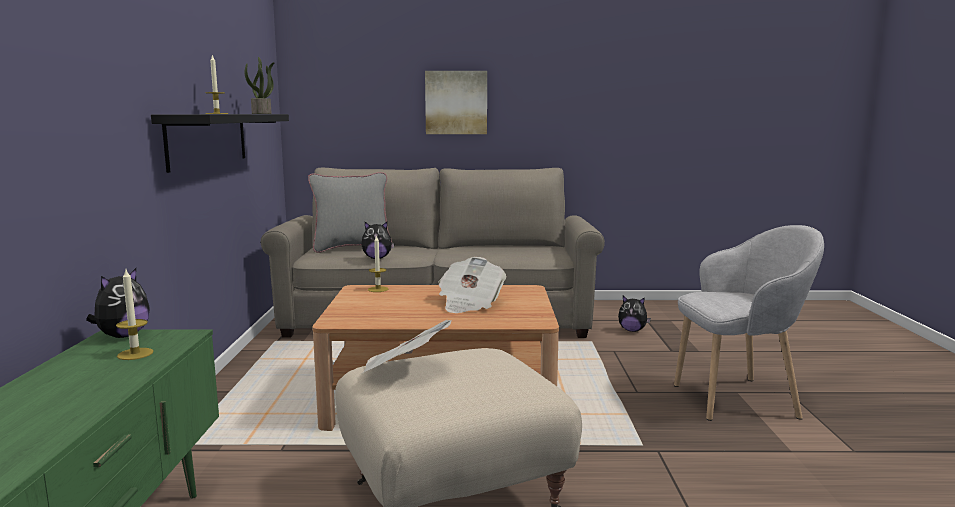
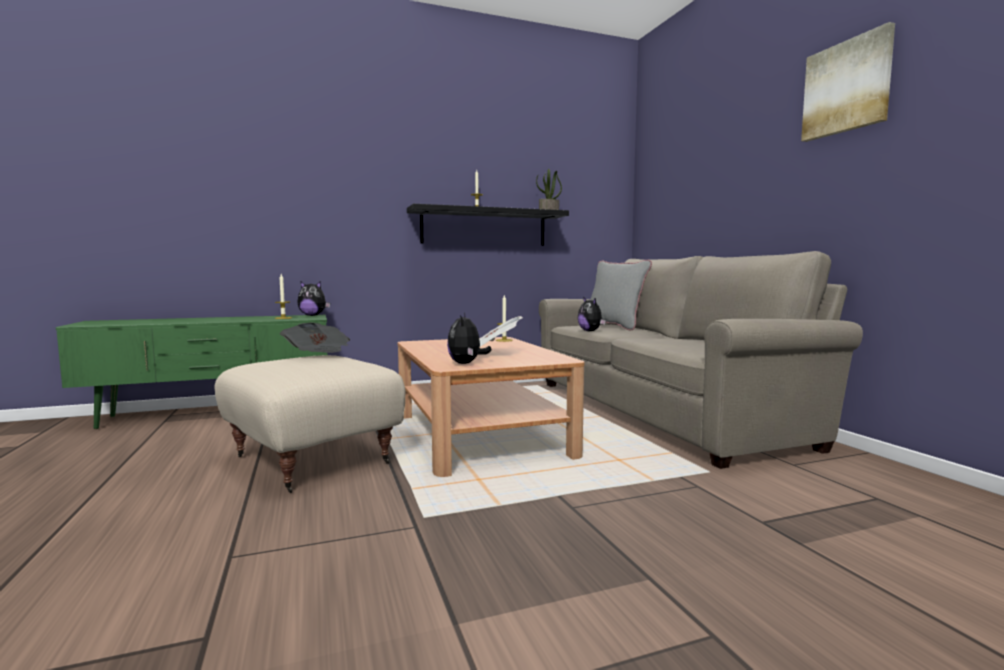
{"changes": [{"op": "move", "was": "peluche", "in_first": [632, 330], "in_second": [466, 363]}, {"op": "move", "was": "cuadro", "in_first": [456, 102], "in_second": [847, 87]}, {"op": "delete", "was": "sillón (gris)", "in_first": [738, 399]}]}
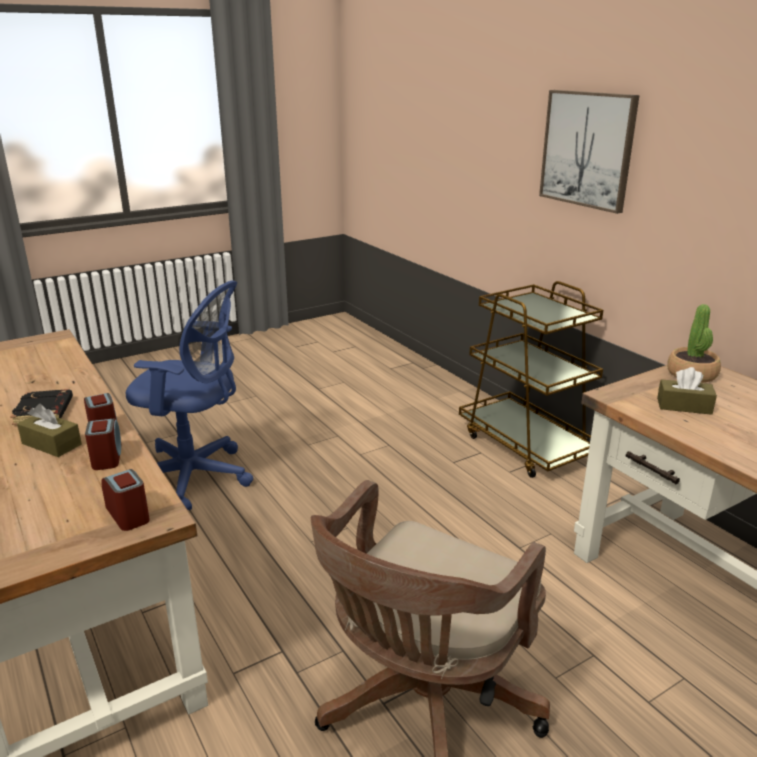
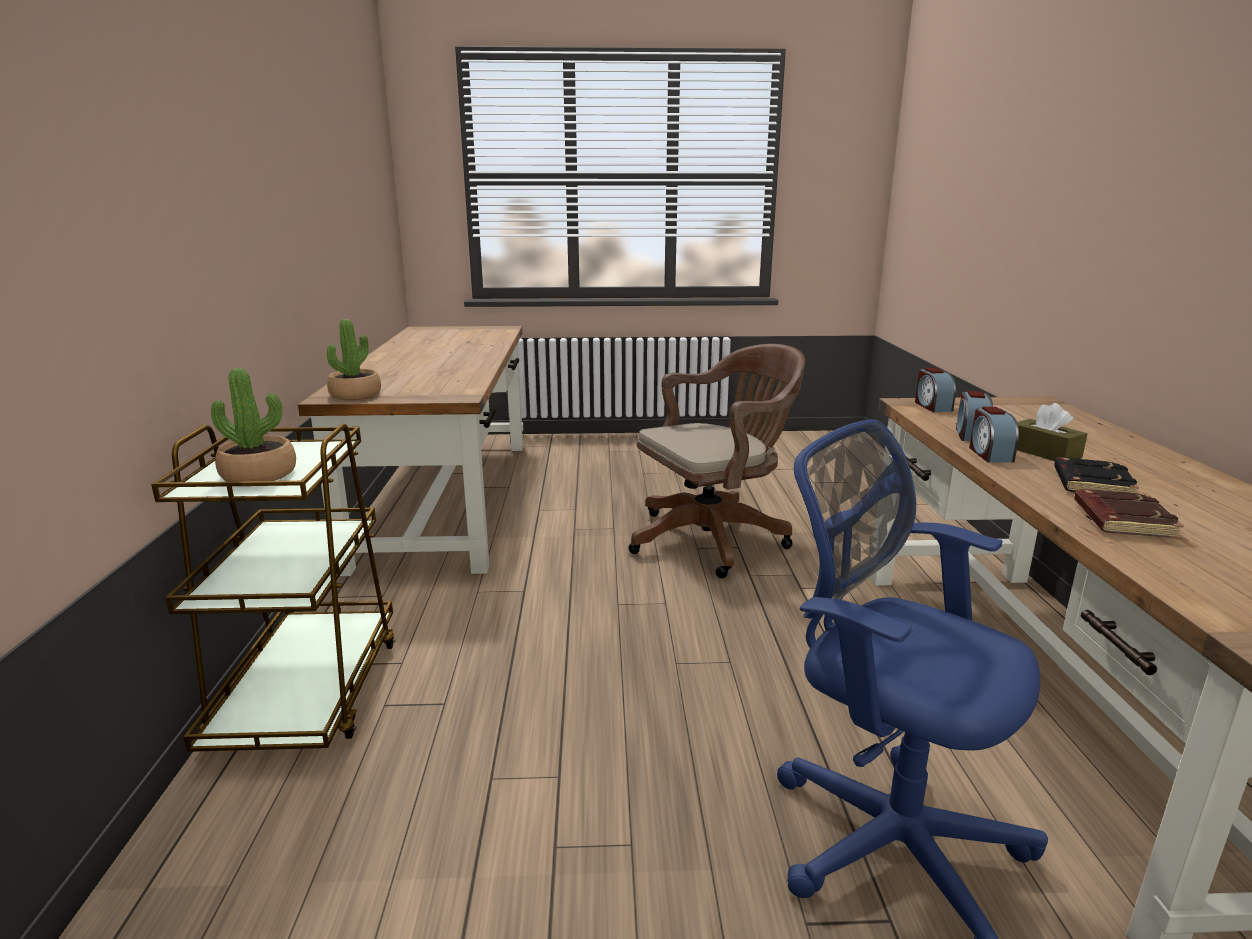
{"changes": [{"op": "insert", "now": "planta en maceta", "in_second": [259, 474]}, {"op": "insert", "now": "libro (marrón)", "in_second": [1121, 520]}, {"op": "delete", "was": "cuadro", "in_first": [587, 149]}, {"op": "delete", "was": "caja de pañuelos (marrón)", "in_first": [684, 406]}]}
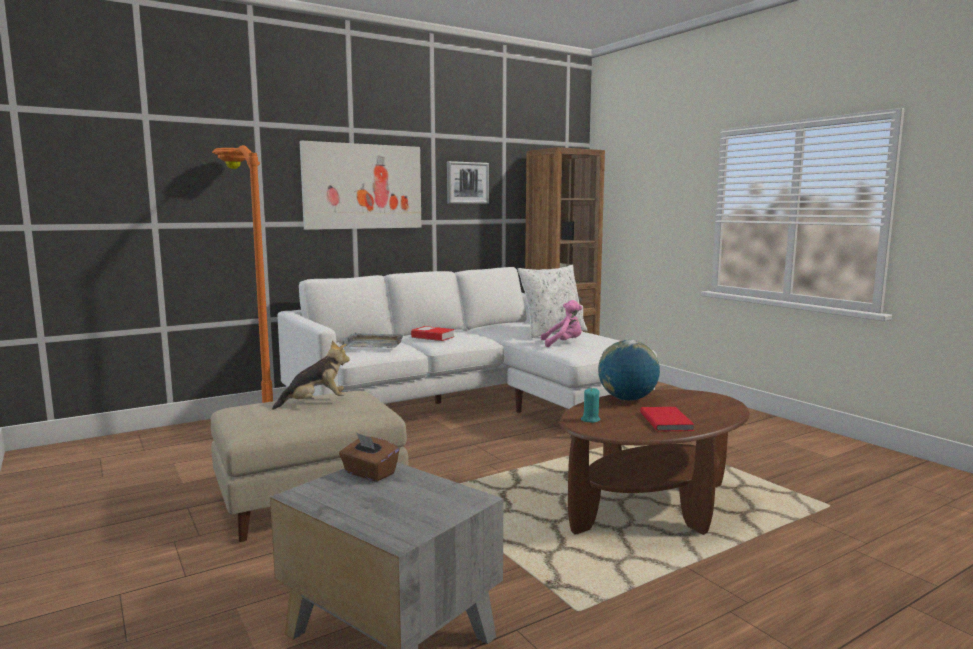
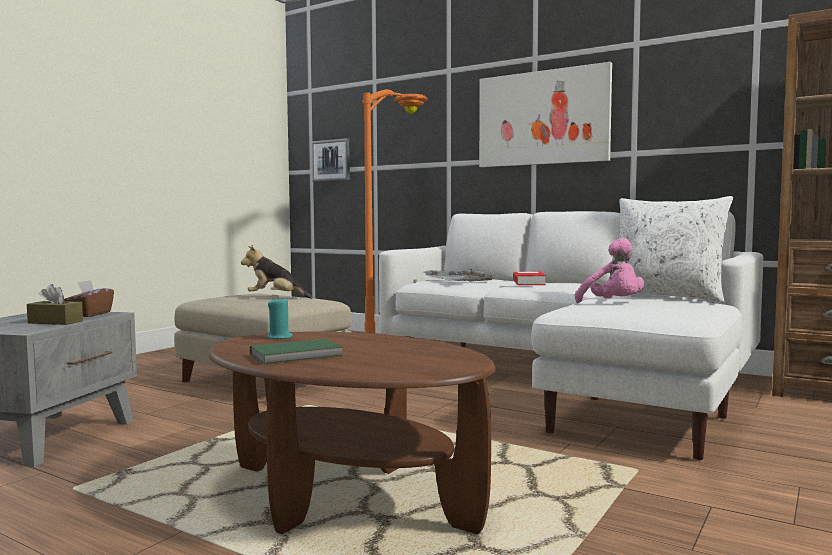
{"changes": [{"op": "insert", "now": "caja de pañuelos (marrón)", "in_second": [55, 322]}, {"op": "rotate", "was": "peluche", "in_first": [315, 403], "in_second": [275, 298], "clockwise": 150}, {"op": "recolor", "was": "libro (rojo)", "now": "libro (verde)", "in_first": [667, 421], "in_second": [298, 355]}, {"op": "move", "was": "cuadro", "in_first": [467, 183], "in_second": [331, 160]}, {"op": "delete", "was": "globo terráqueo", "in_first": [627, 399]}]}
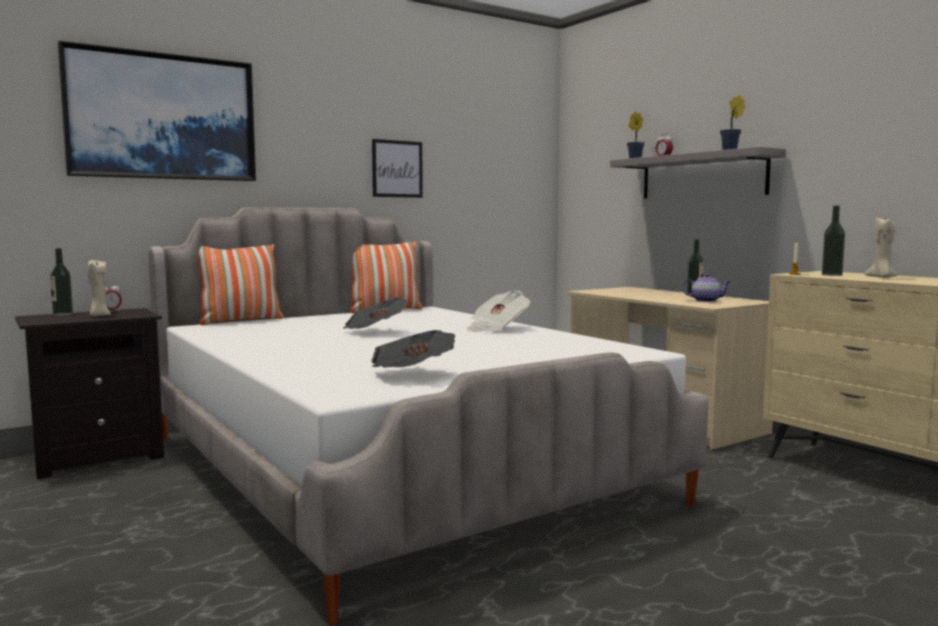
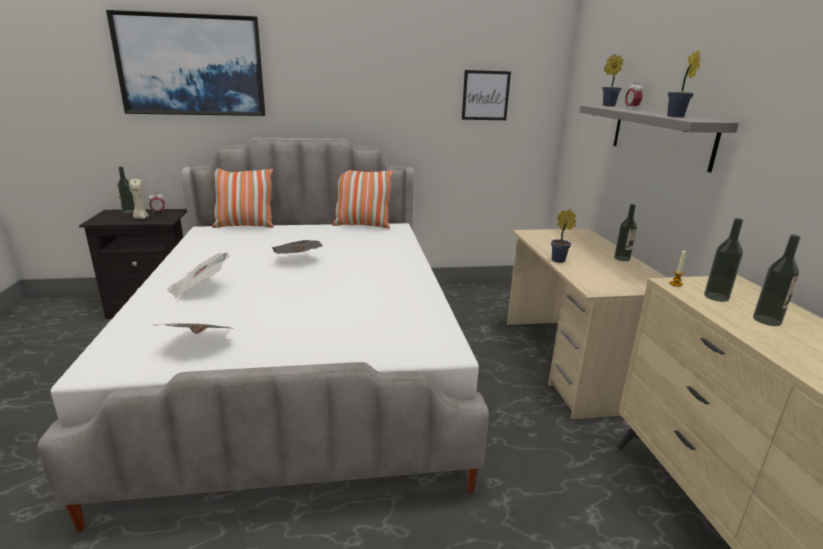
{"changes": [{"op": "move", "was": "periódico", "in_first": [496, 329], "in_second": [199, 289]}, {"op": "move", "was": "cuadro", "in_first": [397, 169], "in_second": [485, 95]}, {"op": "insert", "now": "planta en maceta", "in_second": [560, 260]}, {"op": "replace", "was": "vela (beis)", "now": "botella", "in_first": [881, 277], "in_second": [767, 320]}, {"op": "delete", "was": "tetera", "in_first": [705, 301]}]}
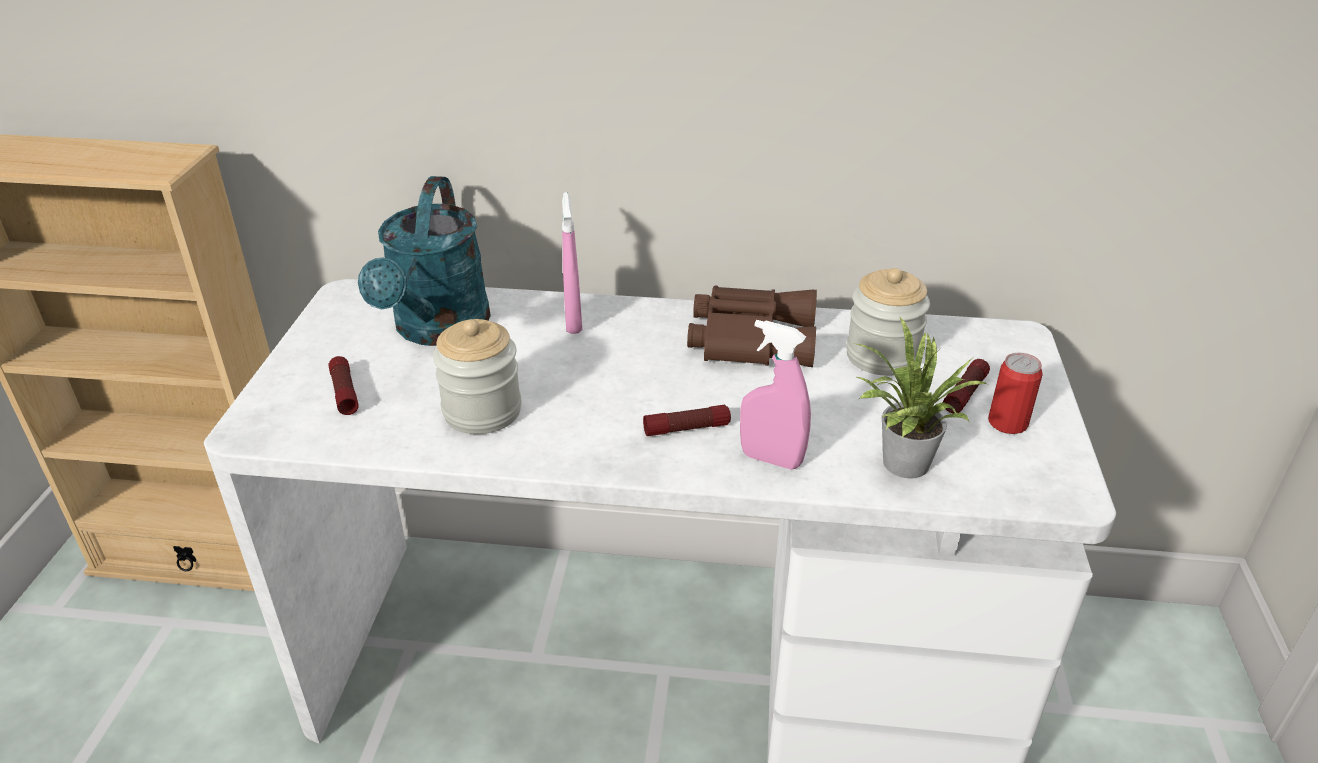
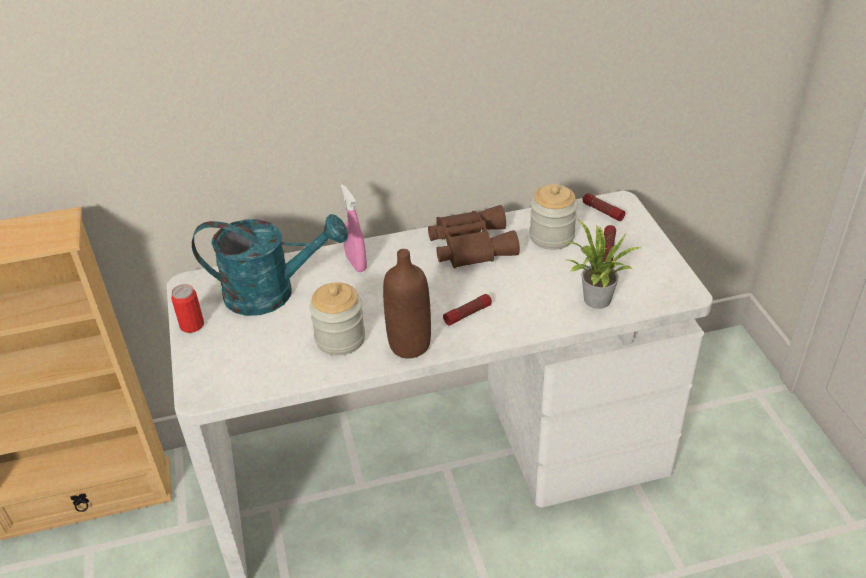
{"changes": [{"op": "move", "was": "lata", "in_first": [1007, 423], "in_second": [192, 325]}, {"op": "rotate", "was": "regadera (turquesa)", "in_first": [437, 330], "in_second": [272, 293], "clockwise": -75}, {"op": "insert", "now": "botella (marrón)", "in_second": [409, 345]}, {"op": "move", "was": "linterna", "in_first": [344, 393], "in_second": [602, 211]}, {"op": "delete", "was": "pulverizador (rosa)", "in_first": [771, 459]}]}
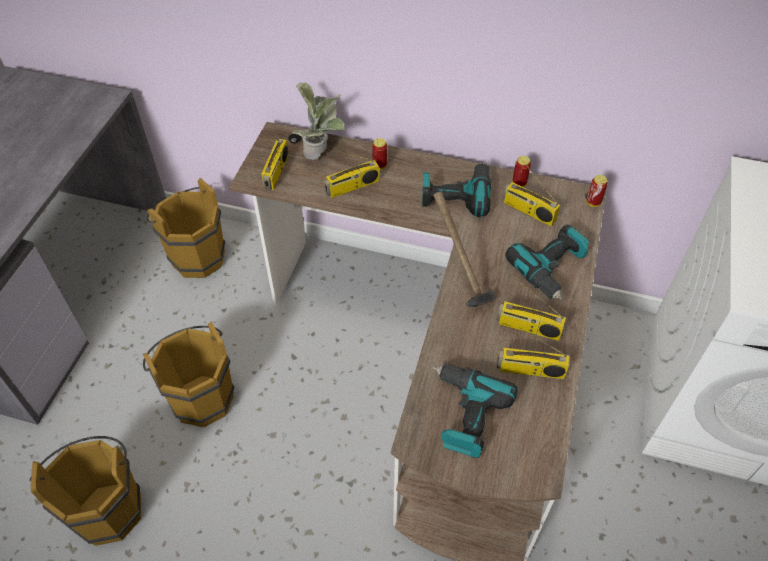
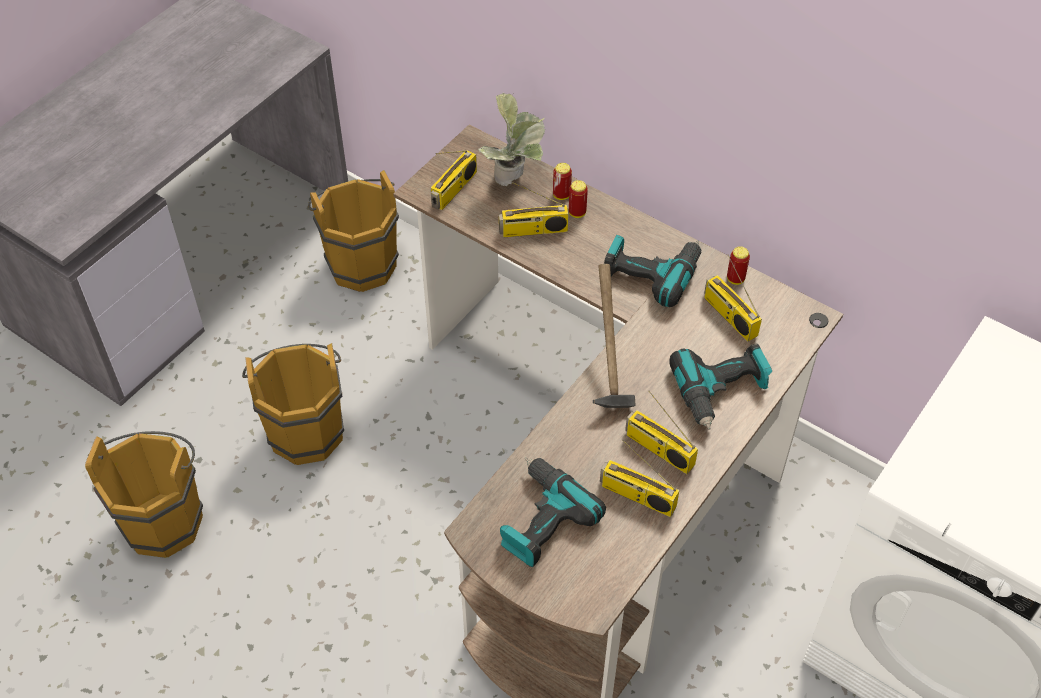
{"changes": [{"op": "move", "was": "lata", "in_first": [593, 202], "in_second": [561, 195]}]}
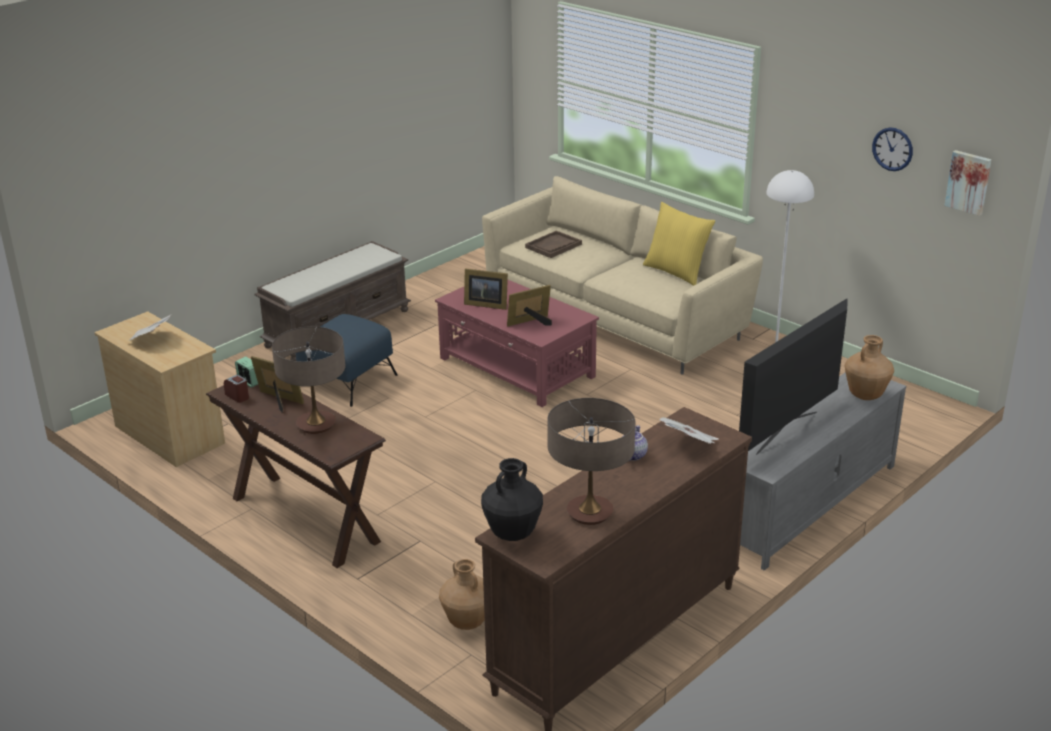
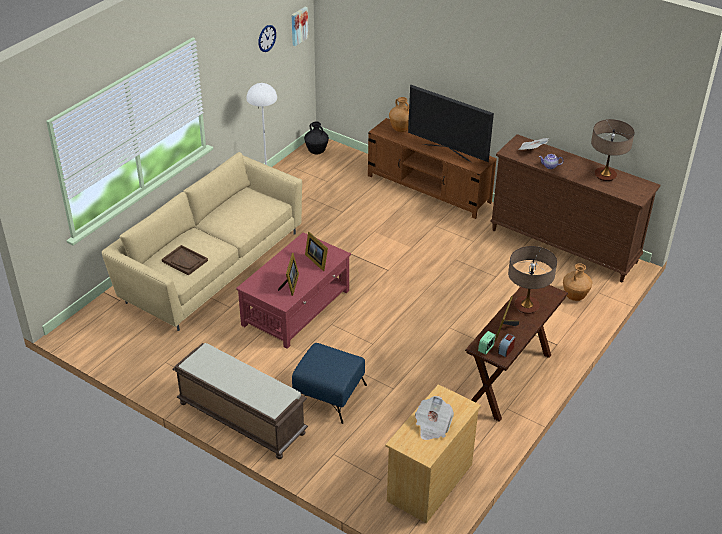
{"changes": [{"op": "move", "was": "florero (negro)", "in_first": [512, 534], "in_second": [317, 152]}, {"op": "recolor", "was": "mueble de televisión (gris)", "now": "mueble de televisión (marrón)", "in_first": [806, 504], "in_second": [429, 189]}, {"op": "delete", "was": "cojín (amarillo)", "in_first": [676, 272]}]}
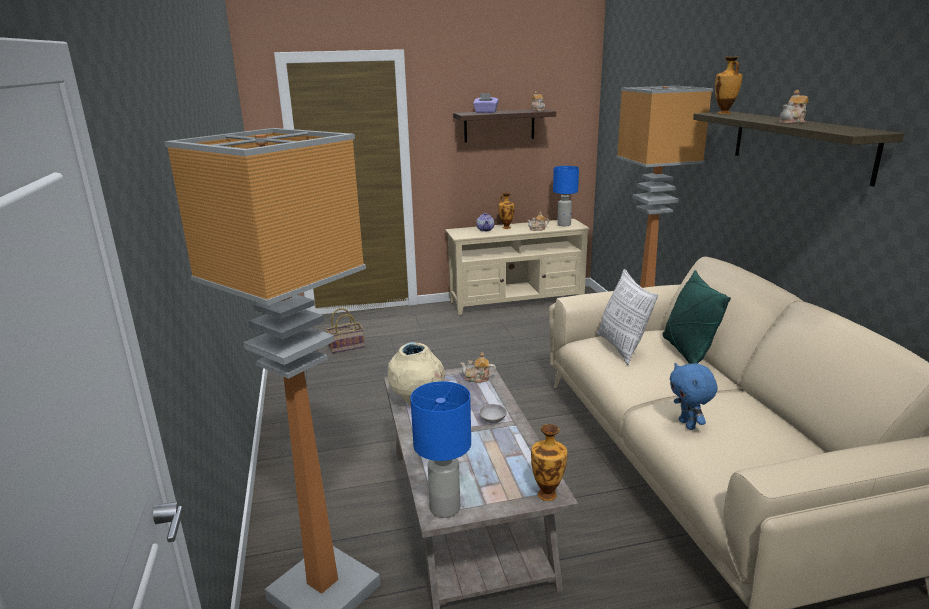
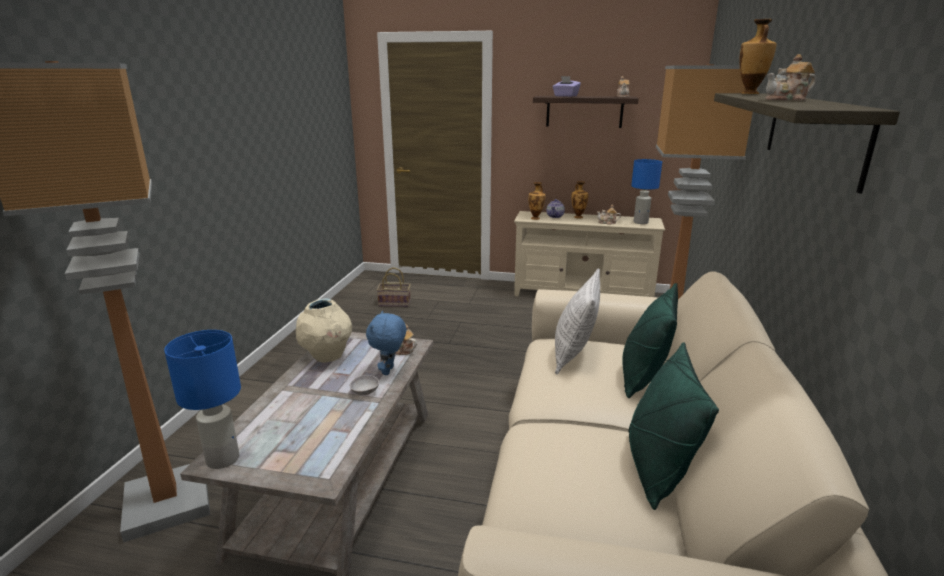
{"changes": [{"op": "move", "was": "peluche (azul)", "in_first": [688, 425], "in_second": [389, 371]}, {"op": "move", "was": "florero", "in_first": [547, 493], "in_second": [536, 218]}, {"op": "insert", "now": "cojín (verde)", "in_second": [656, 468]}]}
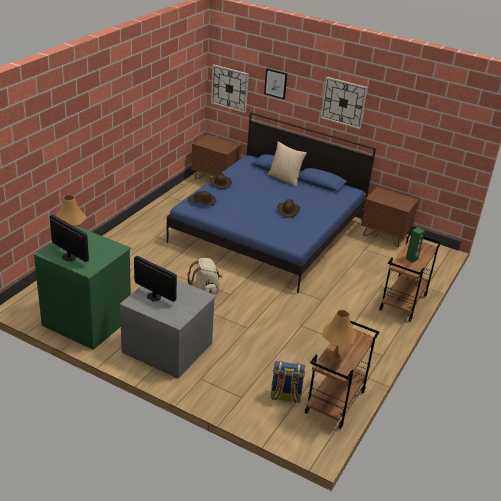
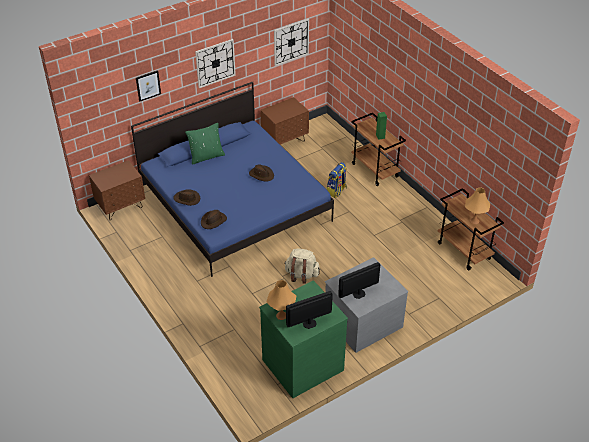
{"changes": [{"op": "recolor", "was": "cojín (beis)", "now": "cojín (verde)", "in_first": [285, 179], "in_second": [206, 156]}, {"op": "move", "was": "reloj de pared", "in_first": [229, 88], "in_second": [291, 42]}, {"op": "move", "was": "mochila", "in_first": [285, 397], "in_second": [336, 191]}]}
